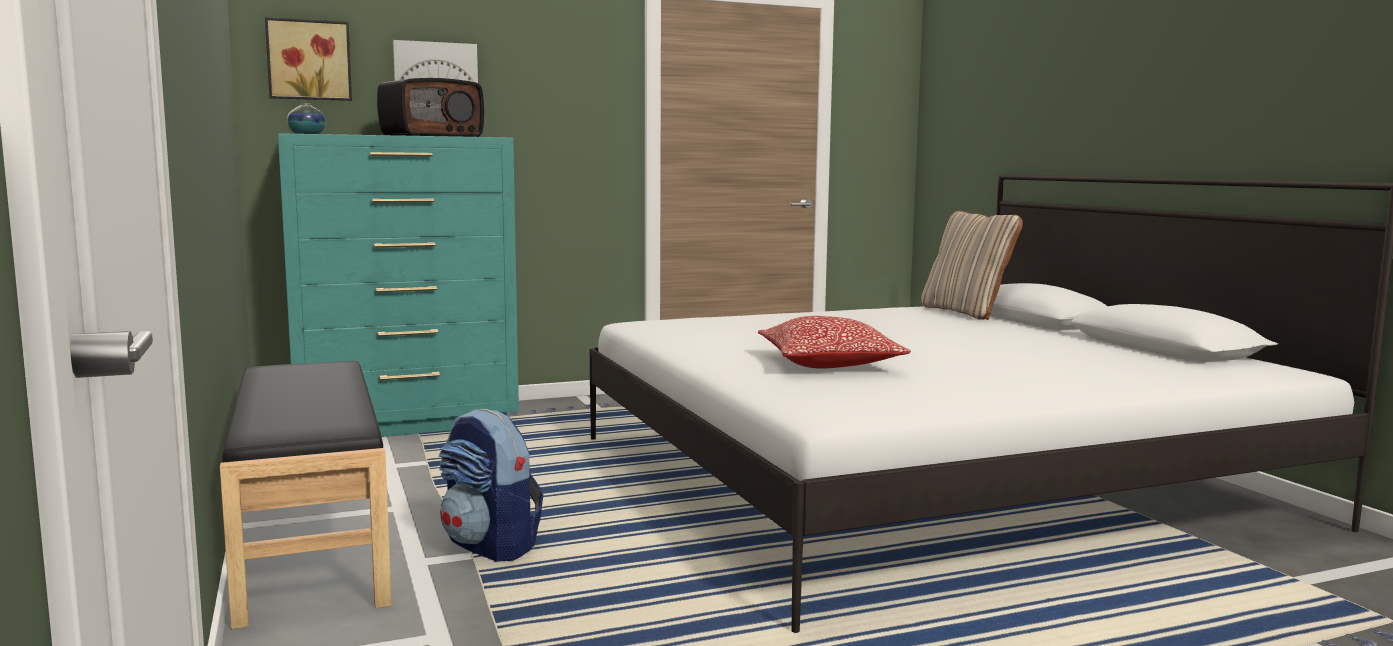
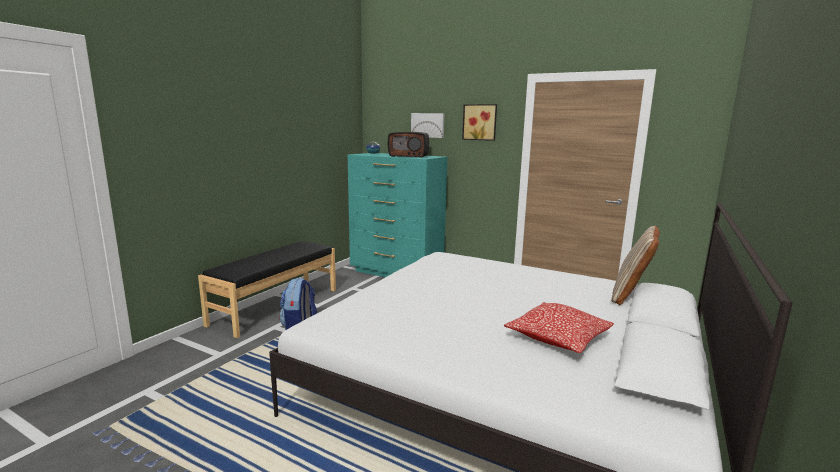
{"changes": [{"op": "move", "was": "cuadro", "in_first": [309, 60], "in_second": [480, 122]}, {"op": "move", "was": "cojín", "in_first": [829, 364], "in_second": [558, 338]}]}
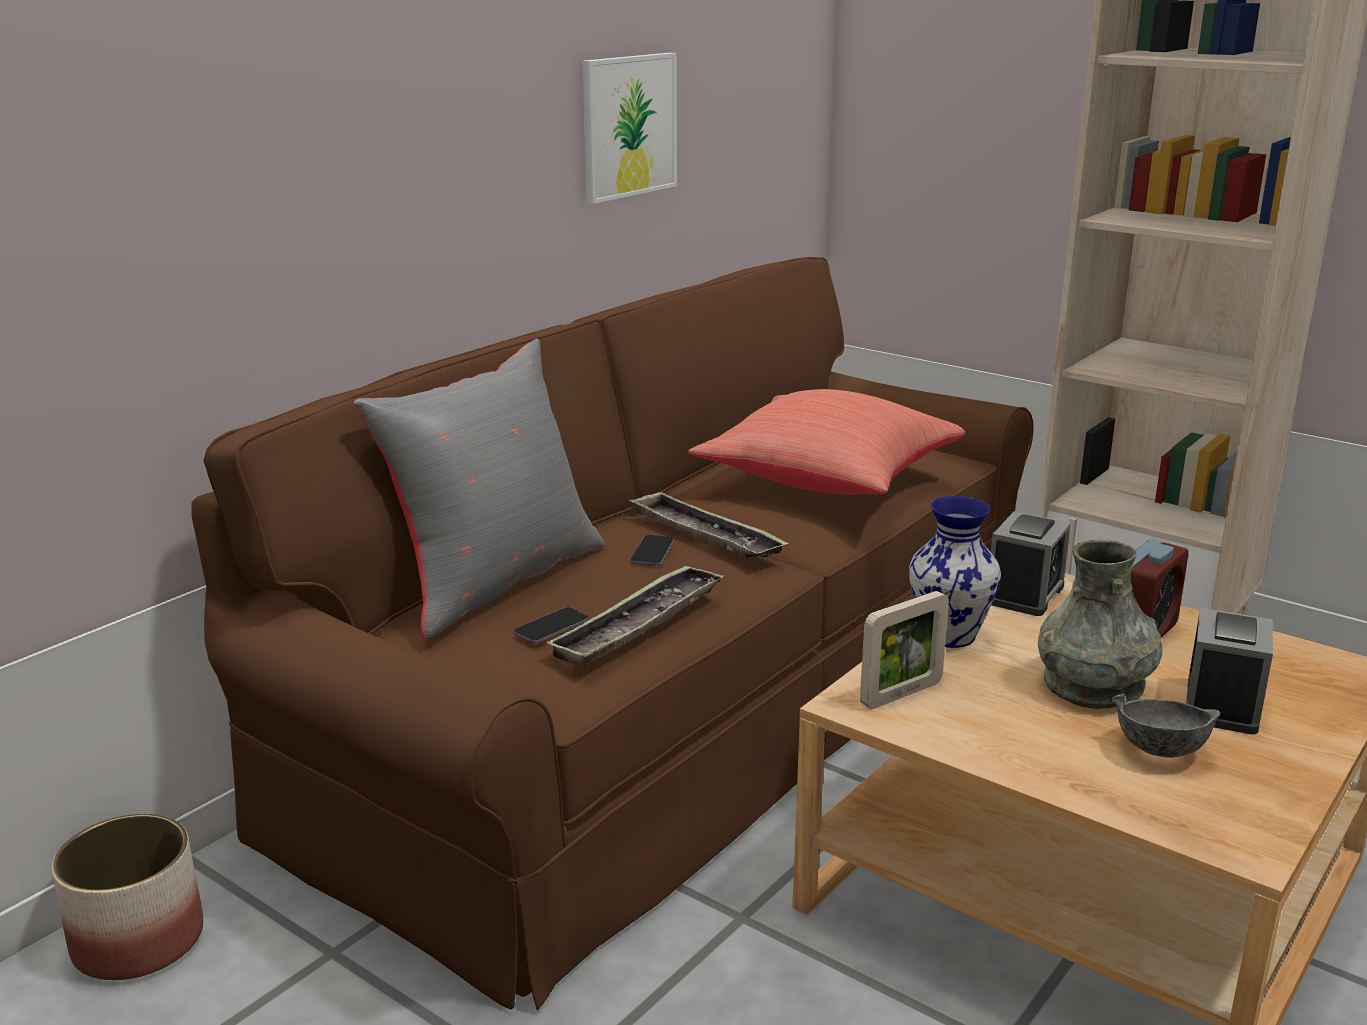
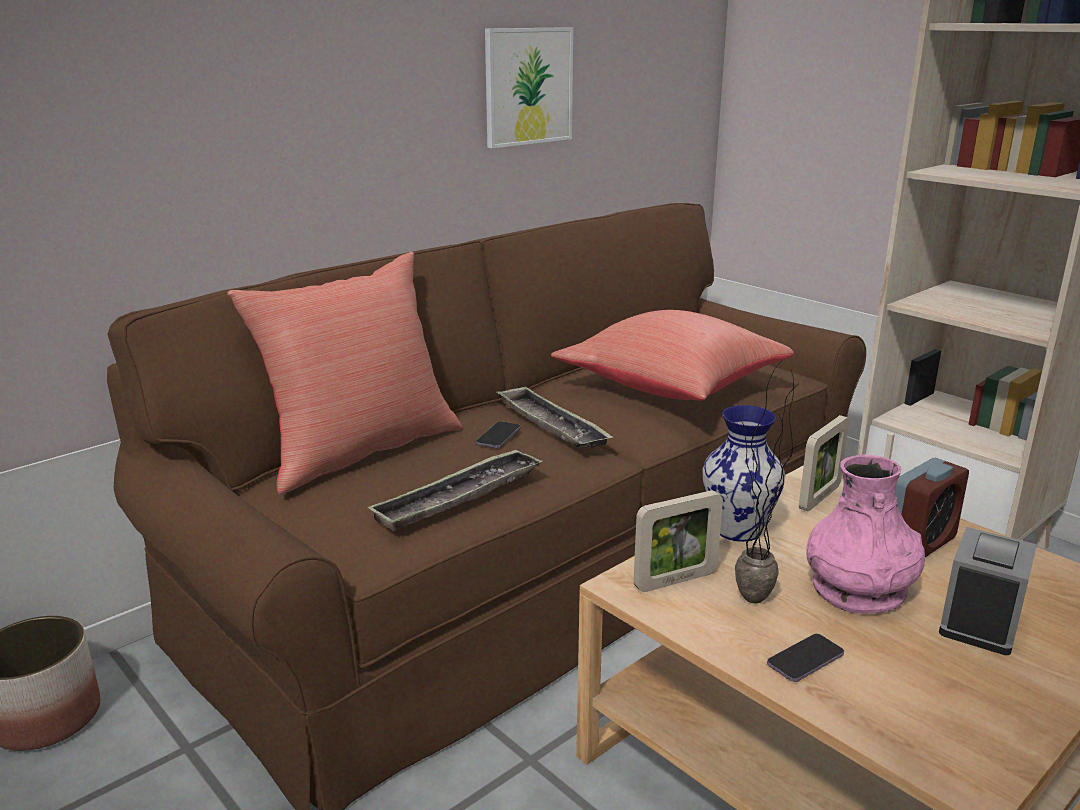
{"changes": [{"op": "recolor", "was": "cojín (gris)", "now": "cojín (rojo)", "in_first": [494, 580], "in_second": [359, 450]}, {"op": "insert", "now": "planta en maceta", "in_second": [748, 605]}, {"op": "move", "was": "móvil", "in_first": [551, 628], "in_second": [805, 660]}, {"op": "replace", "was": "despertador", "now": "portarretratos", "in_first": [1024, 594], "in_second": [819, 497]}, {"op": "recolor", "was": "florero (gris)", "now": "florero (rosa)", "in_first": [1093, 685], "in_second": [859, 589]}, {"op": "delete", "was": "cuenco (gris)", "in_first": [1159, 749]}]}
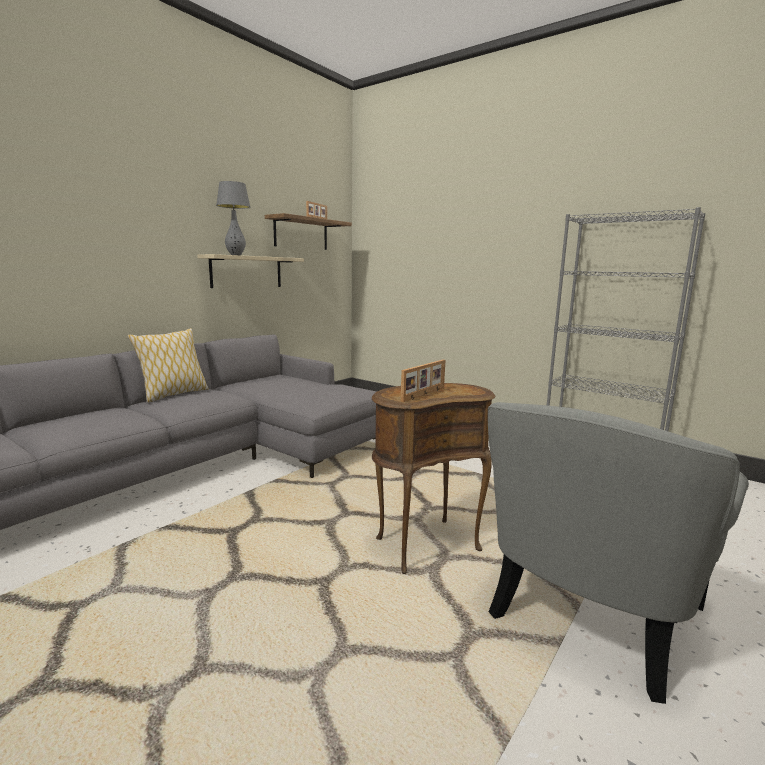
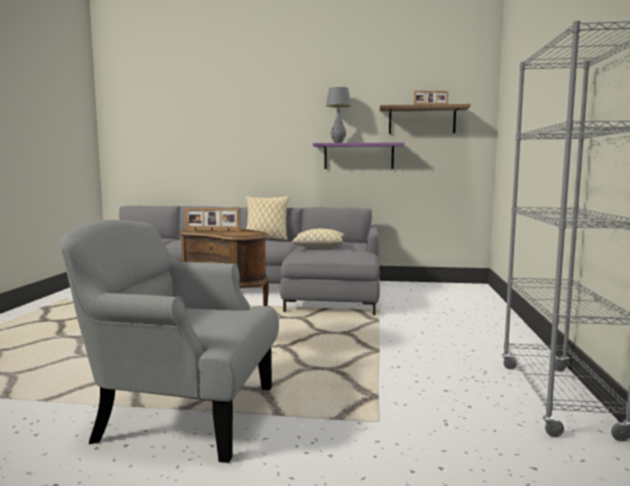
{"changes": [{"op": "insert", "now": "cojín", "in_second": [318, 246]}, {"op": "recolor", "was": "estante (beis)", "now": "estante (morado)", "in_first": [246, 272], "in_second": [358, 156]}]}
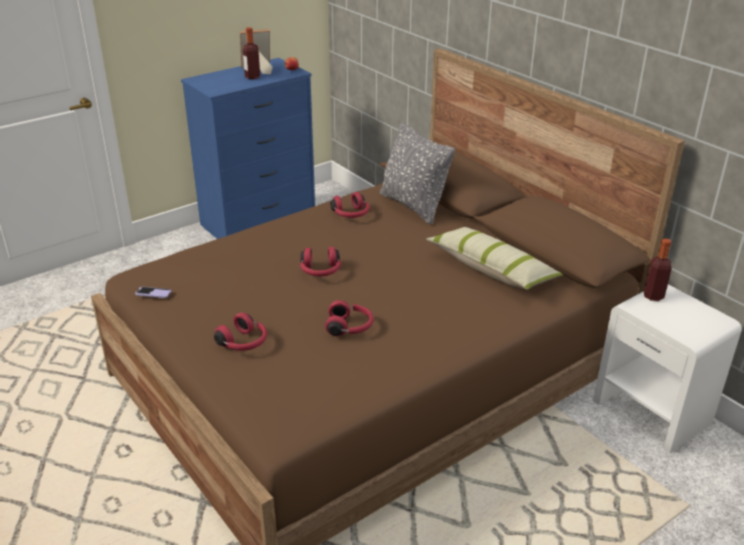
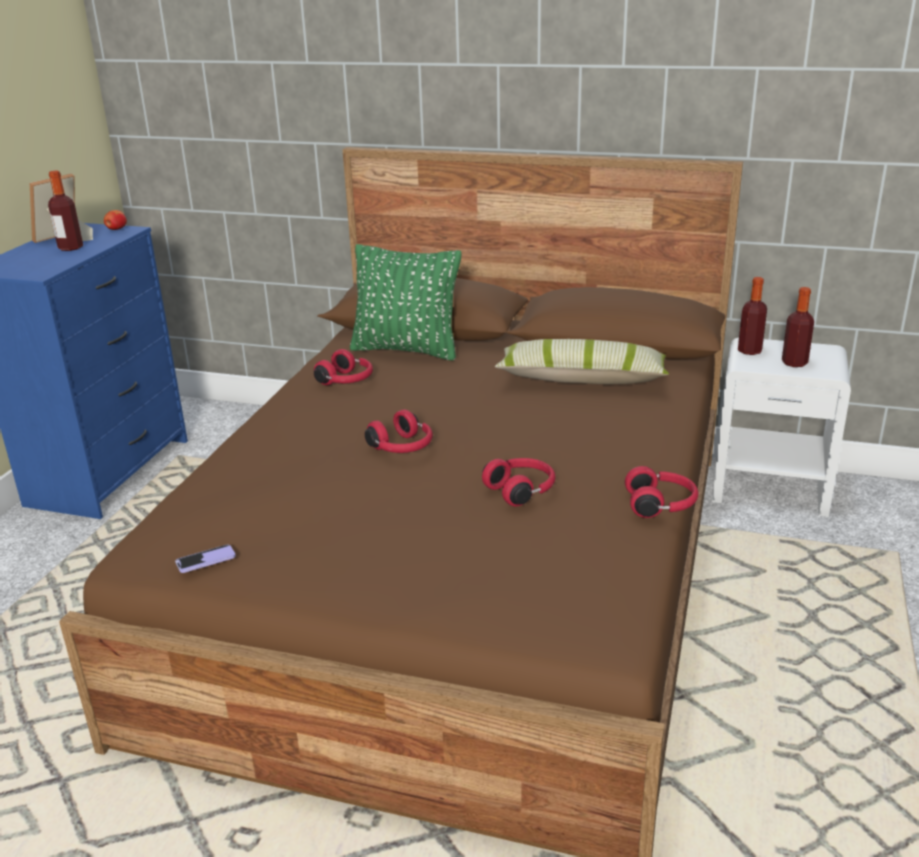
{"changes": [{"op": "recolor", "was": "cojín (gris)", "now": "cojín (verde)", "in_first": [413, 206], "in_second": [406, 350]}, {"op": "move", "was": "auriculares (rojo)", "in_first": [244, 343], "in_second": [661, 505]}, {"op": "insert", "now": "botella", "in_second": [794, 363]}]}
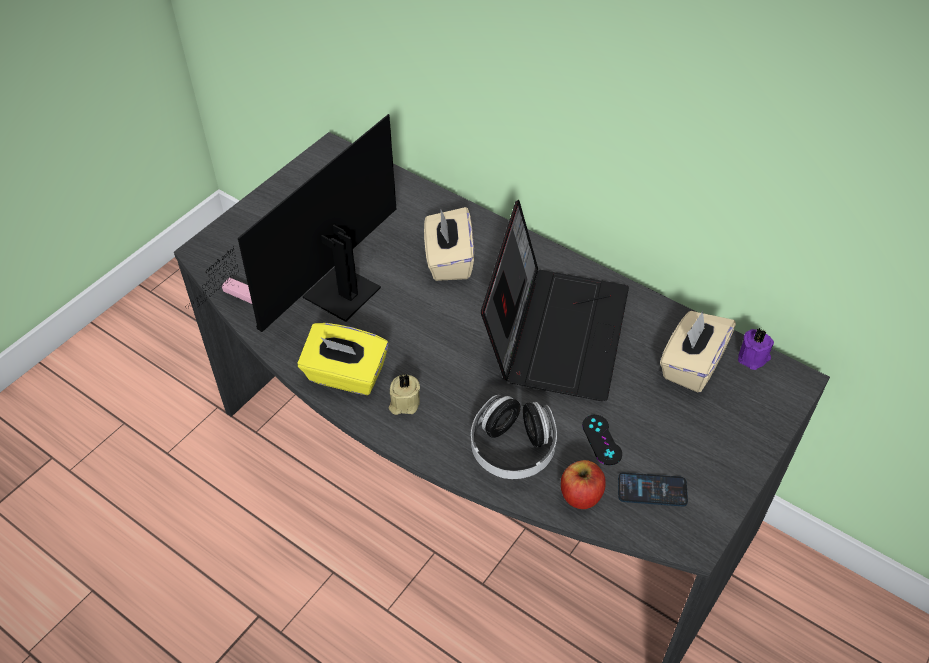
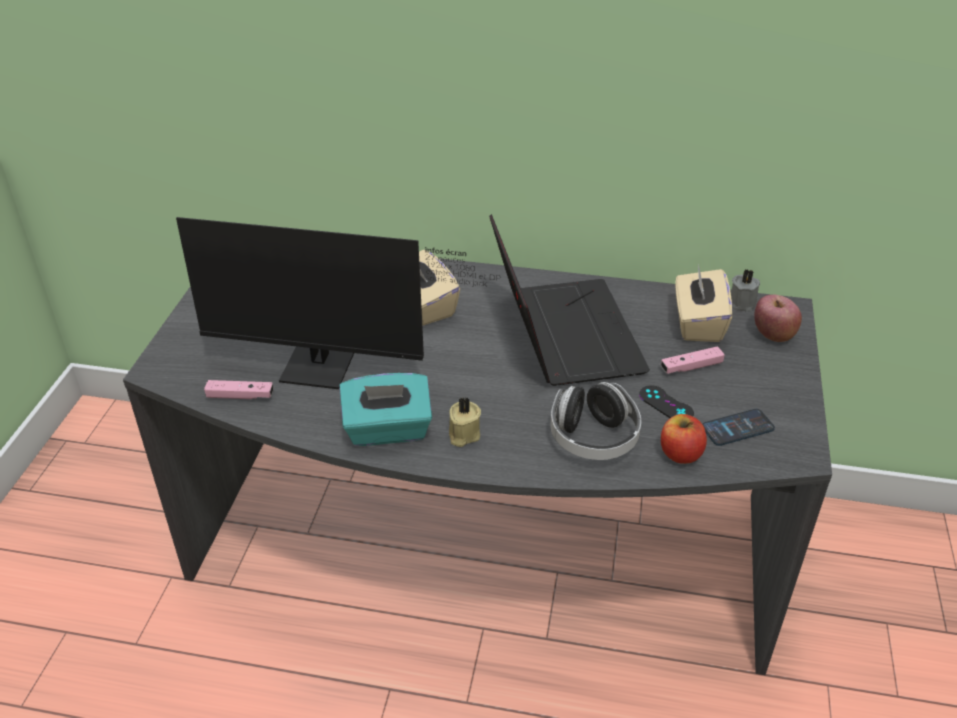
{"changes": [{"op": "rotate", "was": "monitor", "in_first": [332, 298], "in_second": [328, 369], "clockwise": -90}, {"op": "recolor", "was": "caja de pañuelos (amarillo)", "now": "caja de pañuelos (turquesa)", "in_first": [345, 375], "in_second": [388, 430]}, {"op": "insert", "now": "mando de consola (rosa)", "in_second": [691, 367]}, {"op": "recolor", "was": "vela (morado)", "now": "vela (gris)", "in_first": [754, 358], "in_second": [743, 303]}, {"op": "insert", "now": "manzana", "in_second": [773, 334]}]}
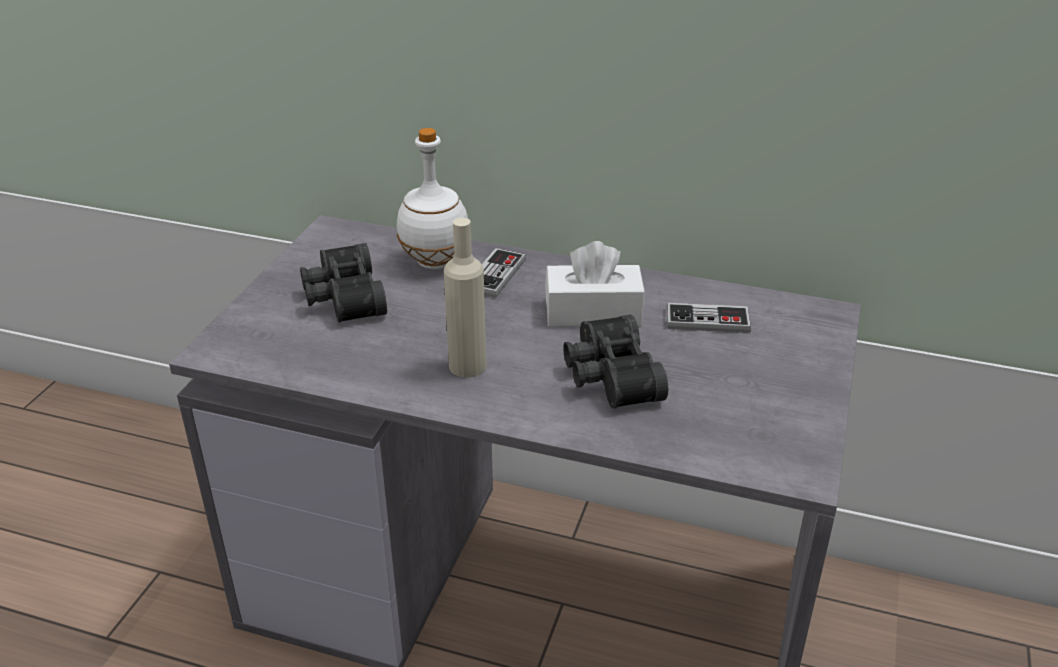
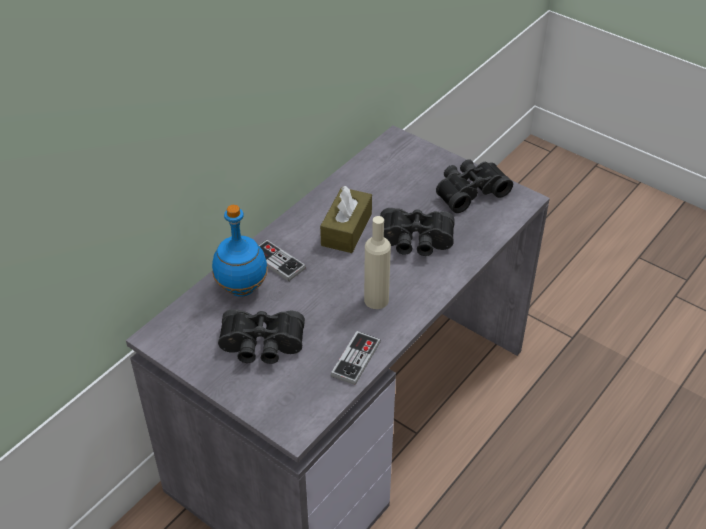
{"changes": [{"op": "recolor", "was": "botella (blanco)", "now": "botella (azul)", "in_first": [434, 262], "in_second": [242, 289]}, {"op": "recolor", "was": "caja de pañuelos (blanco)", "now": "caja de pañuelos (marrón)", "in_first": [593, 312], "in_second": [346, 229]}, {"op": "move", "was": "mando de consola", "in_first": [707, 321], "in_second": [356, 359]}, {"op": "insert", "now": "prismáticos (negro)", "in_second": [469, 191]}]}
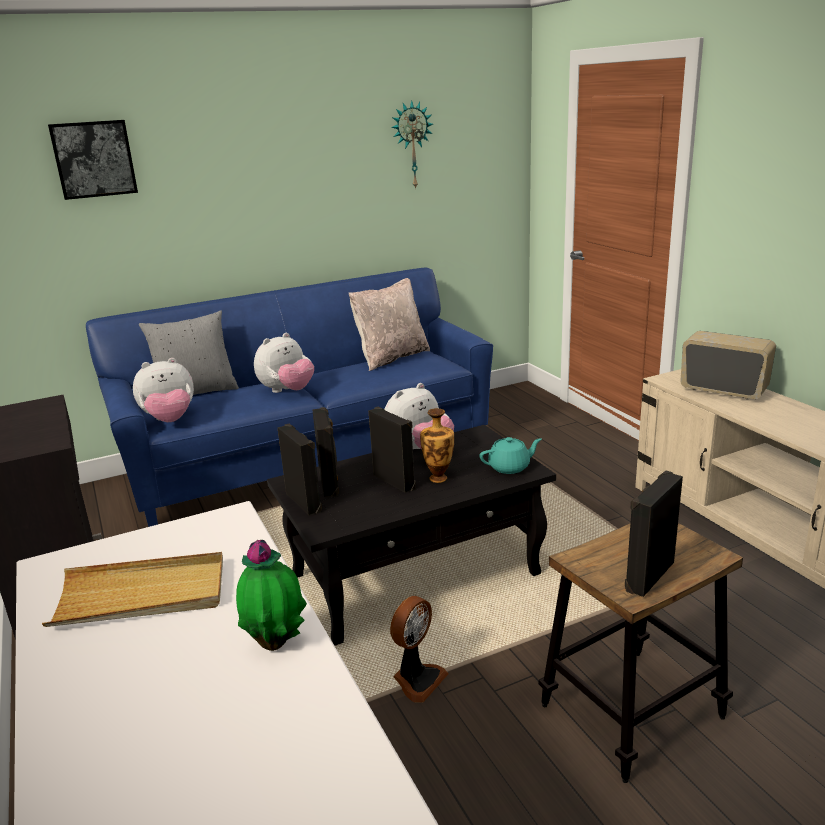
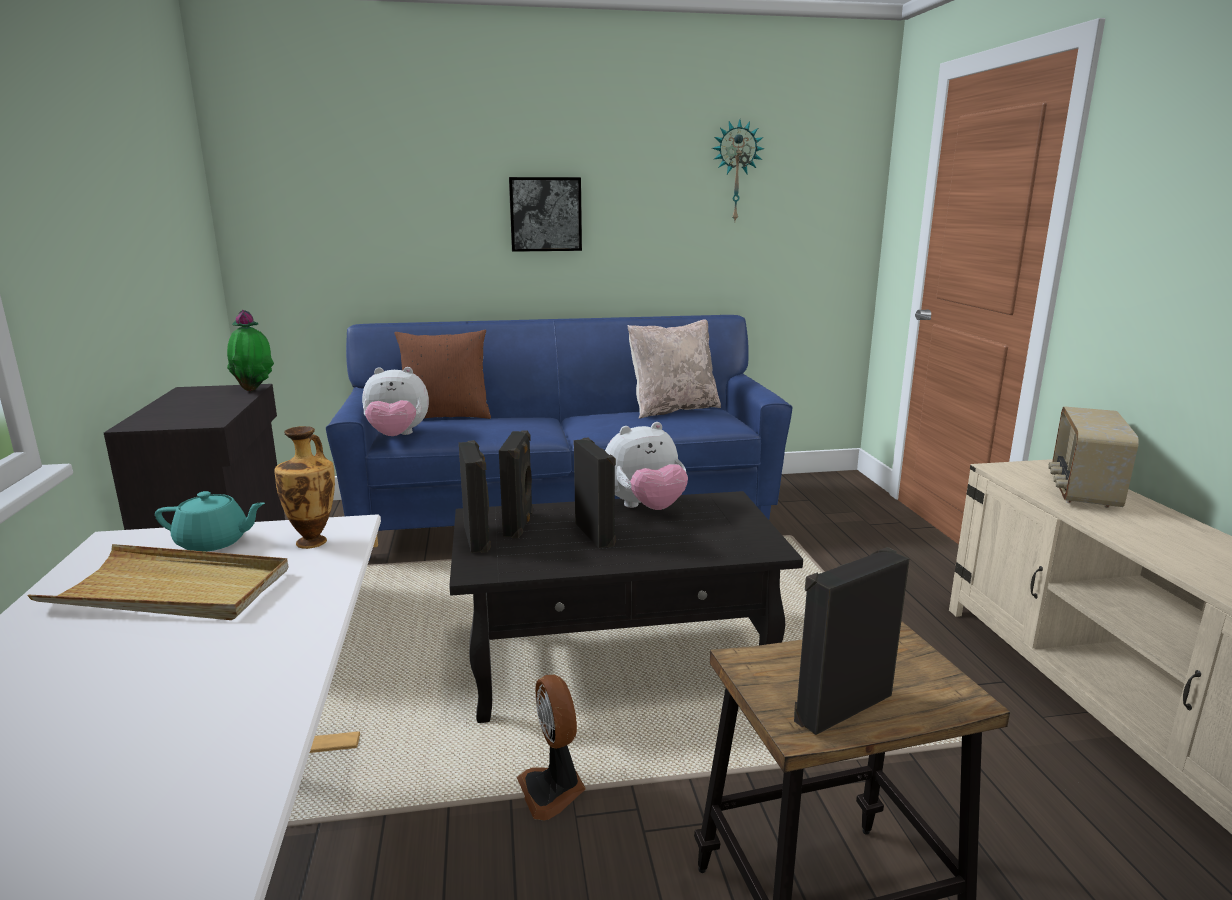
{"changes": [{"op": "move", "was": "tetera (turquesa)", "in_first": [510, 467], "in_second": [214, 542]}, {"op": "move", "was": "planta en maceta", "in_first": [276, 642], "in_second": [255, 389]}, {"op": "move", "was": "florero", "in_first": [438, 477], "in_second": [314, 541]}, {"op": "recolor", "was": "cojín (gris)", "now": "cojín (marrón)", "in_first": [196, 393], "in_second": [446, 416]}, {"op": "move", "was": "cuadro", "in_first": [93, 159], "in_second": [545, 214]}, {"op": "rotate", "was": "ventilador", "in_first": [417, 679], "in_second": [553, 790], "clockwise": 105}, {"op": "rotate", "was": "radio", "in_first": [723, 390], "in_second": [1081, 492], "clockwise": -120}, {"op": "delete", "was": "peluche", "in_first": [287, 391]}]}
